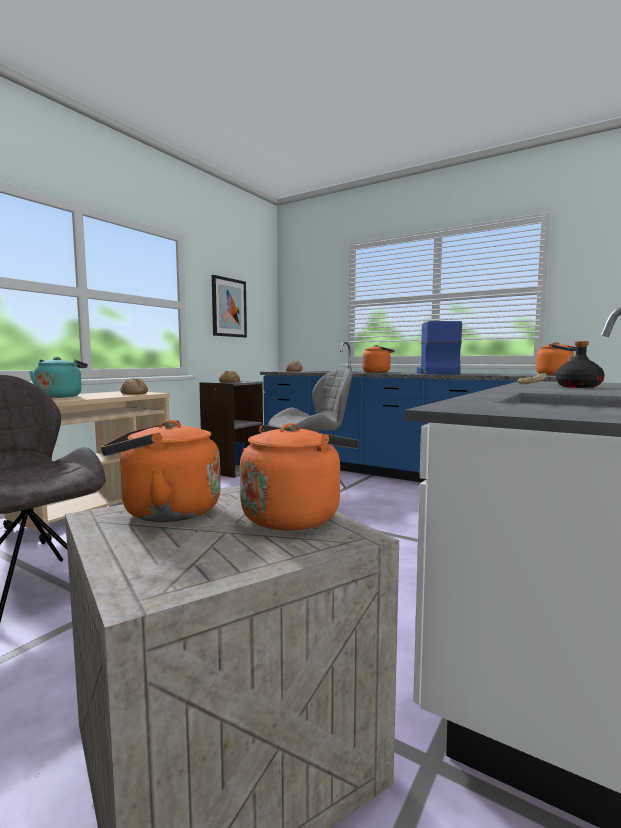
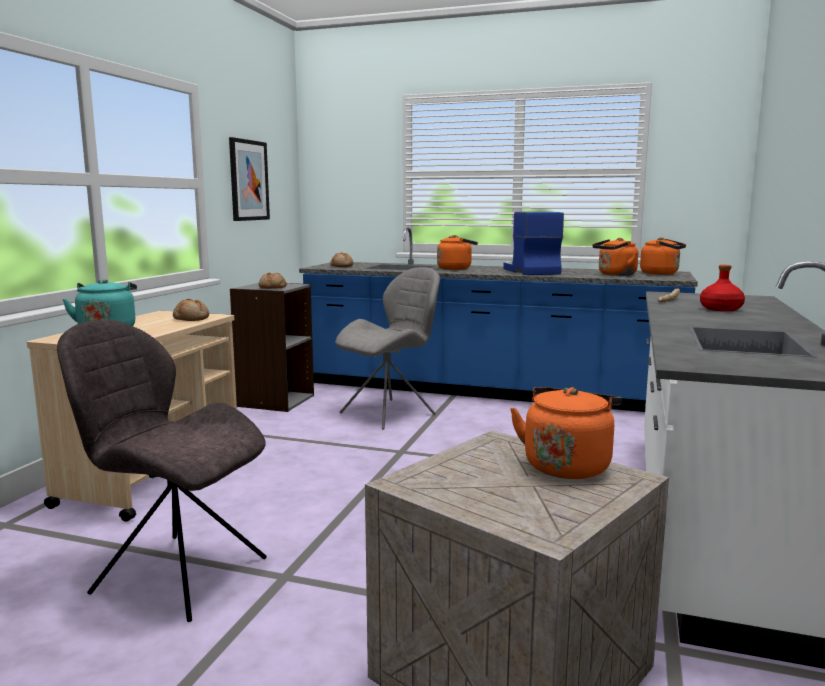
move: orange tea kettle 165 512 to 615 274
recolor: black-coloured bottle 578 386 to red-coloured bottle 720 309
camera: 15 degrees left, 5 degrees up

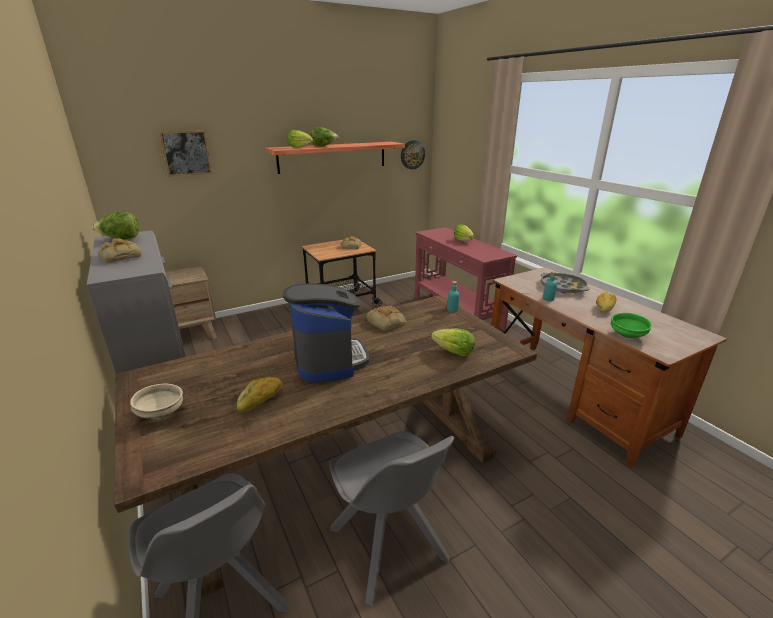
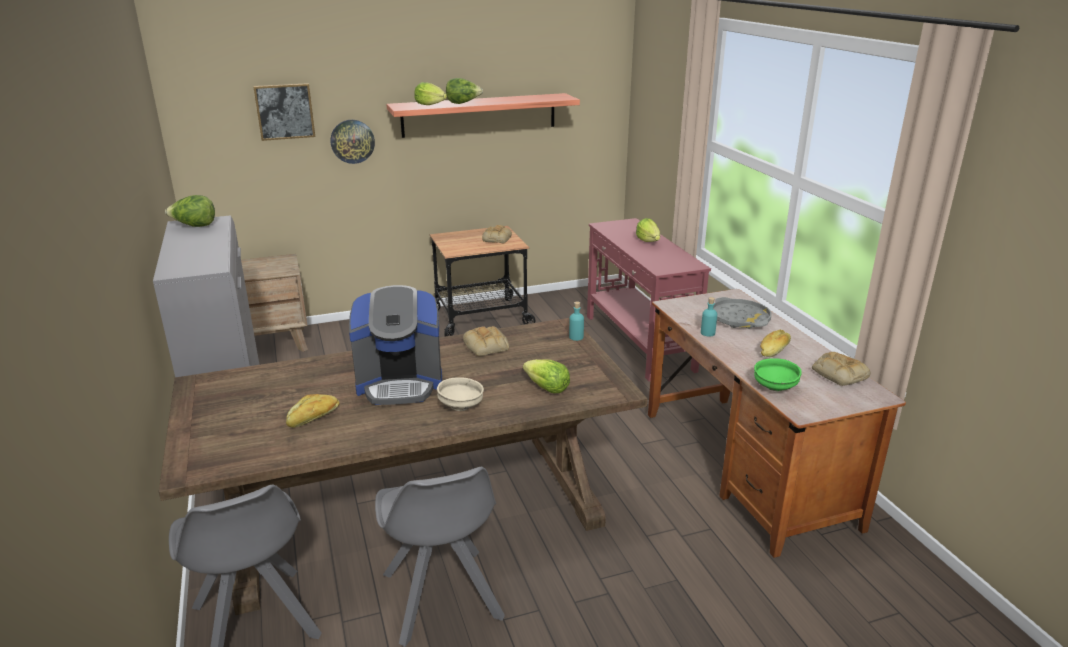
move: bakery bread 120 256 to 838 374; sand-coloured bowl 162 413 to 461 406; hanging clock 412 154 to 352 141
rotate: coffee brewer 329 360 = 400 383 90 degrees clockwise
camera: 10 degrees right, 0 degrees up

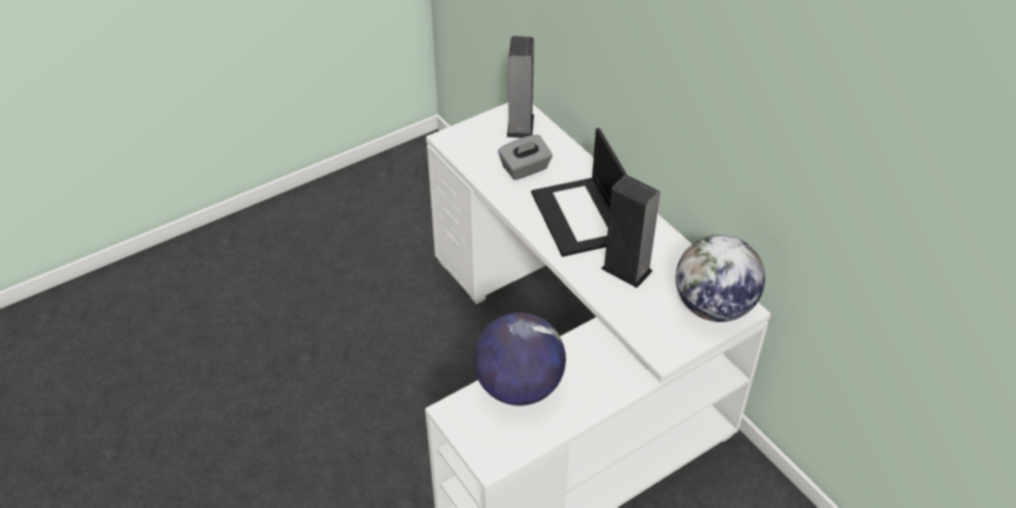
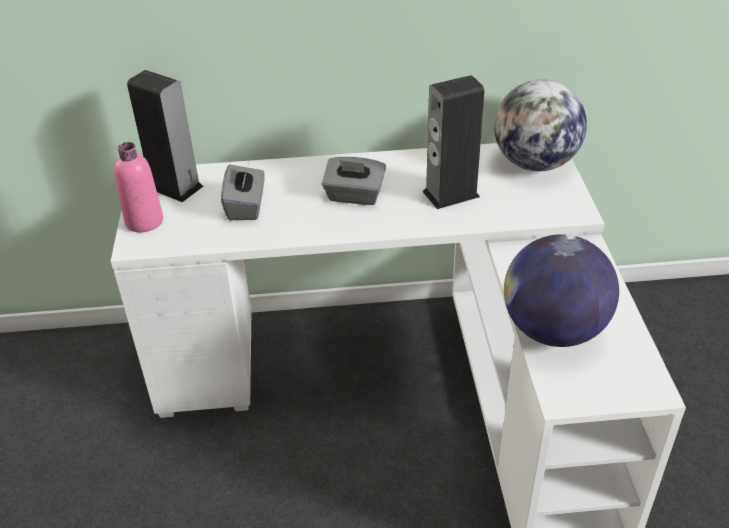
insert: pinkish bottle 144 221
replace: notebook computer 580 217 to gray tissue box 354 196
camera: 60 degrees left, 5 degrees down

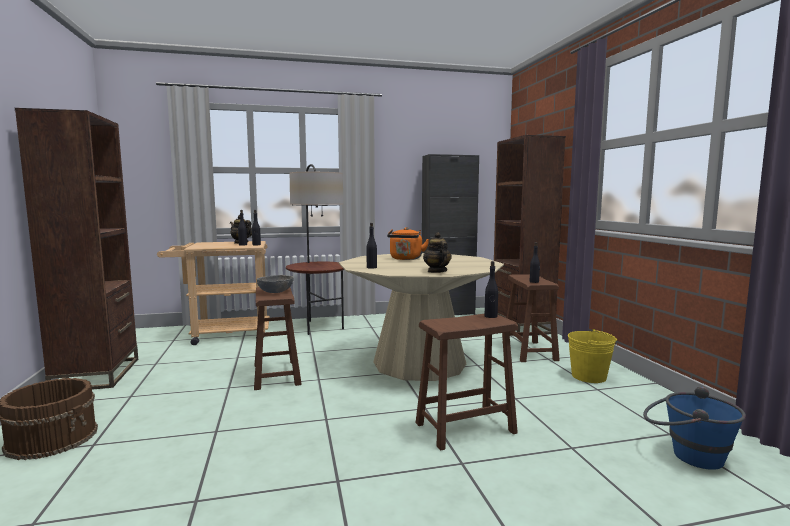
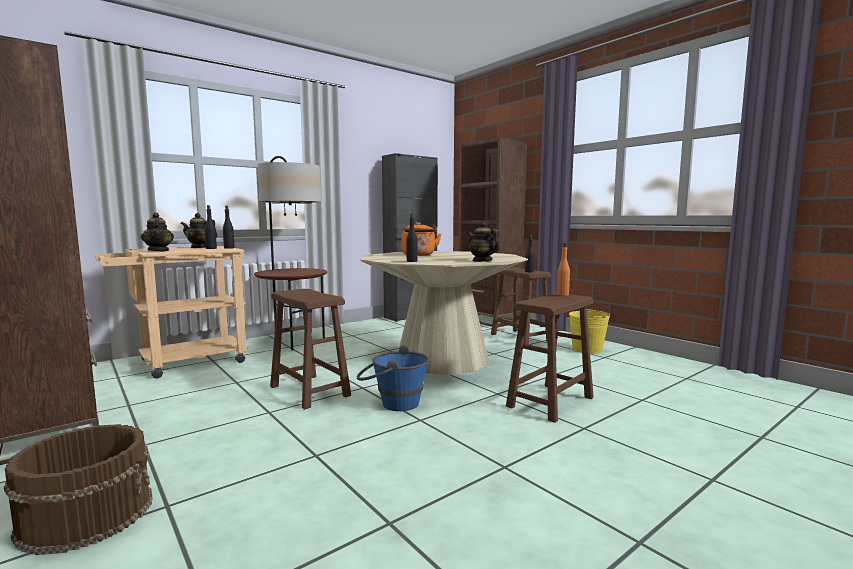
delete: gray bowl 276 292
insert: teapot 159 250
move: blue bucket 686 454 to 392 403
recolor: black-coloured bottle 491 316 to orange bottle 562 294
camera: 25 degrees left, 0 degrees up

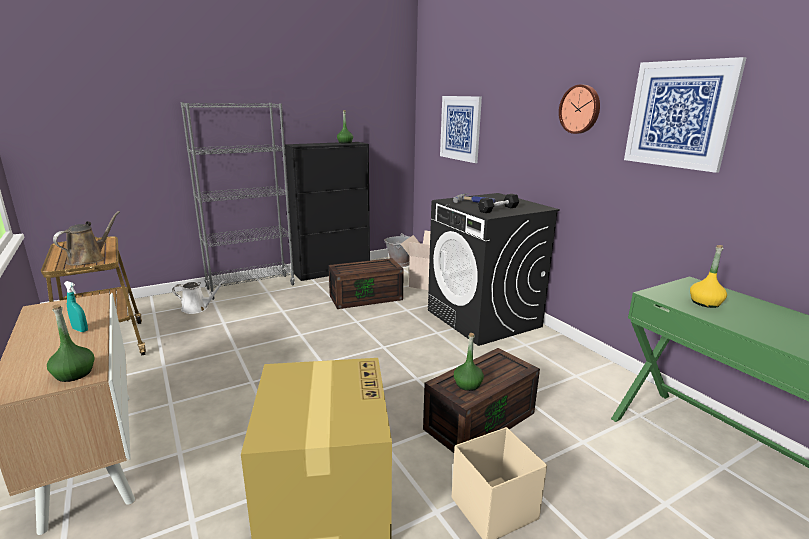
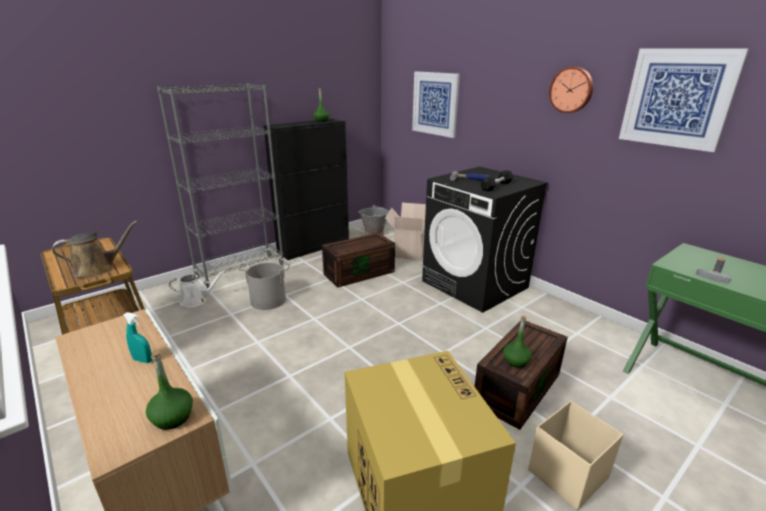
insert: gray bucket 268 301
replace: yellow-coloured bottle 705 303 to hand hammer 715 270
rotate: brown sprinkling can 89 259 = 97 269 45 degrees clockwise
camera: 10 degrees left, 5 degrees up

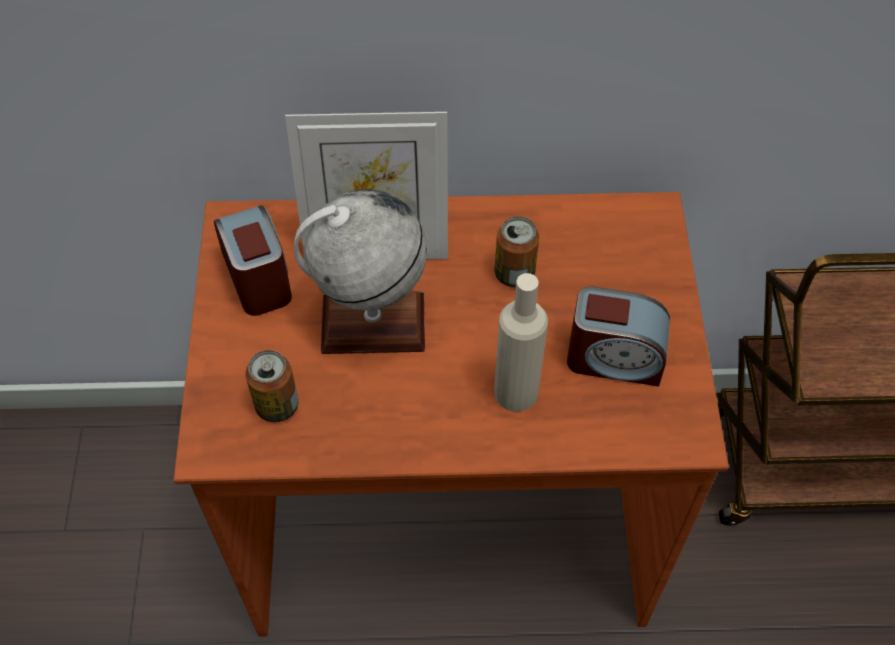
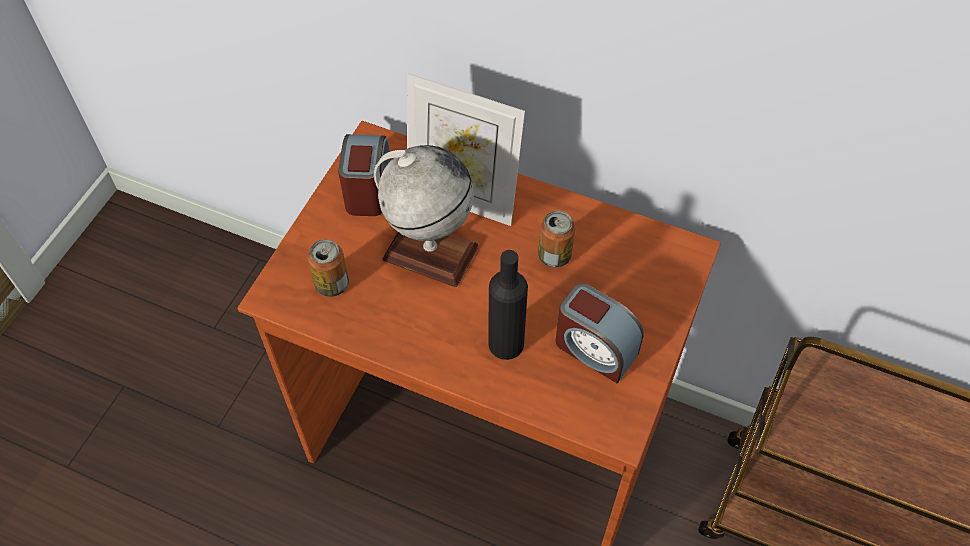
recolor: sand-coloured bottle 516 392 to black-coloured bottle 506 344
camera: 25 degrees right, 0 degrees up

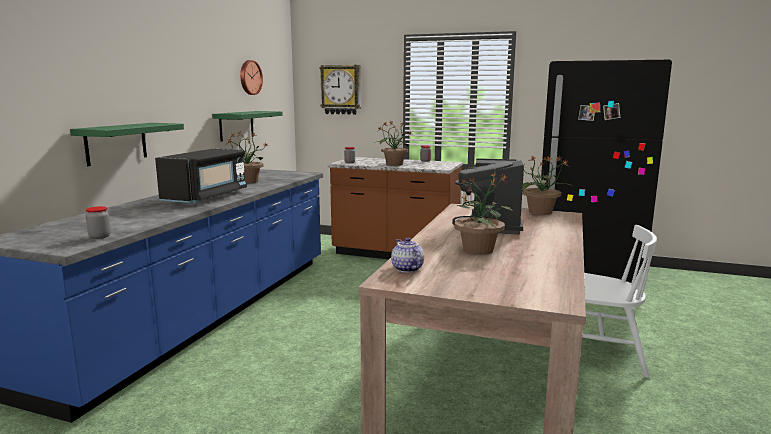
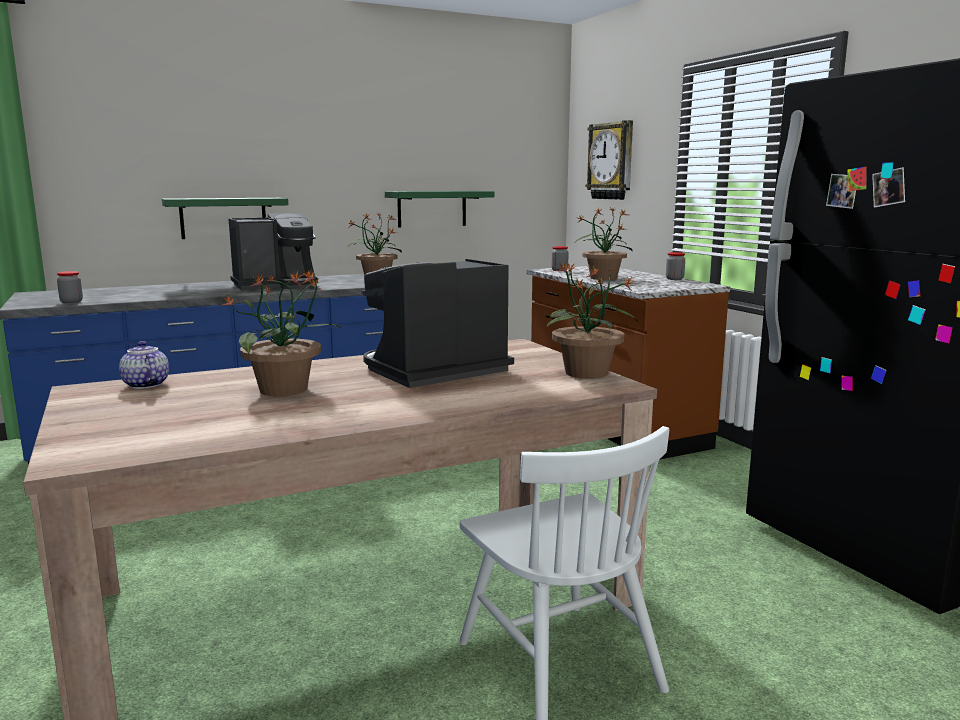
delete: hanging clock 250 77
replace: black-coloured microwave 206 197 to coffee brewer 277 286
rotate: teapot 406 269 = 144 385 60 degrees counterclockwise
camera: 45 degrees right, 0 degrees up

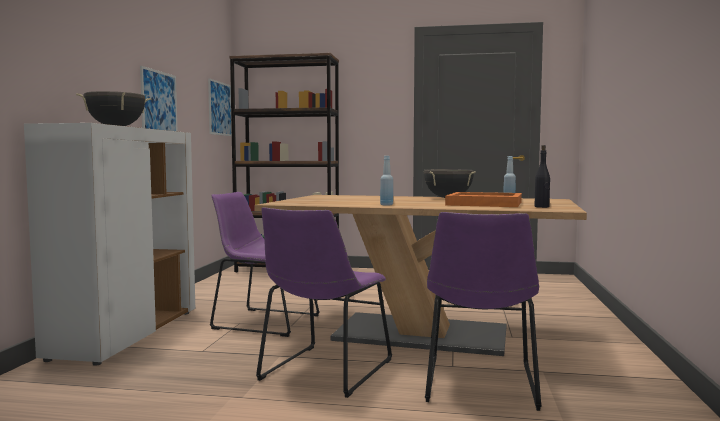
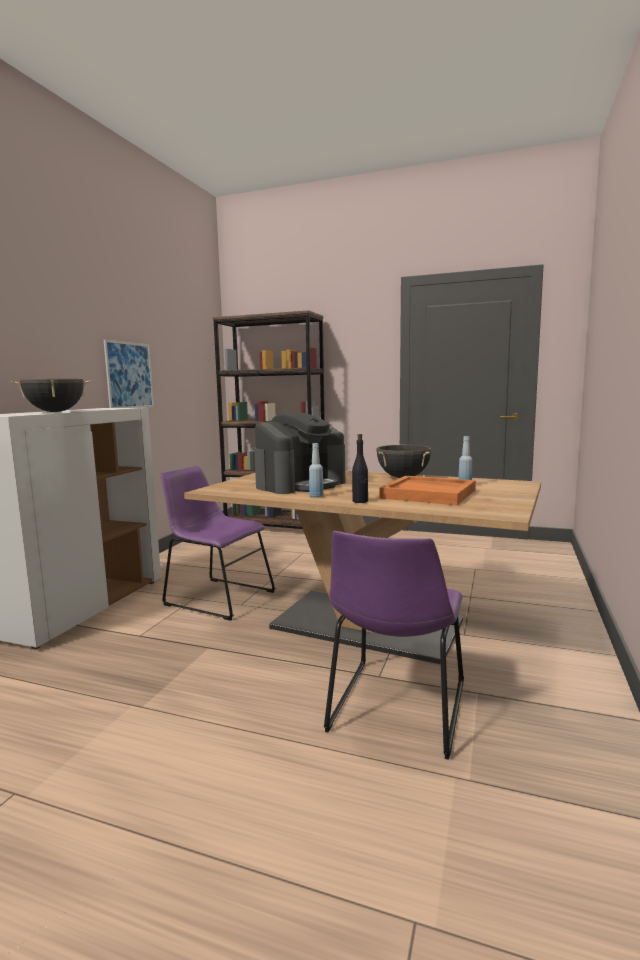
delete: wall art 220 108; purplish plain chair 324 372
insert: coffee brewer 301 485
move: black-coloured bottle 542 207 to 360 501
camera: 10 degrees right, 5 degrees up

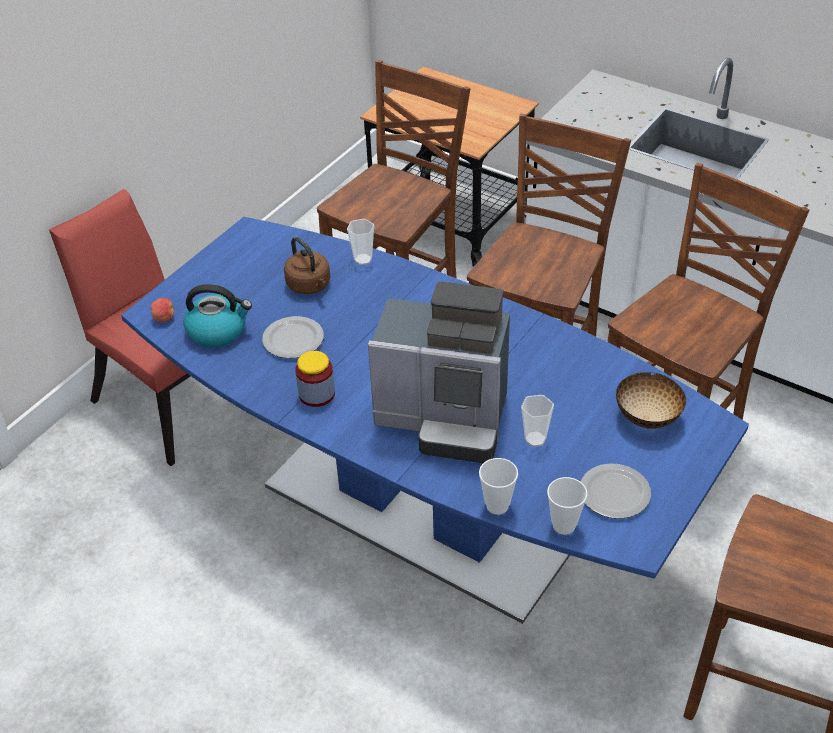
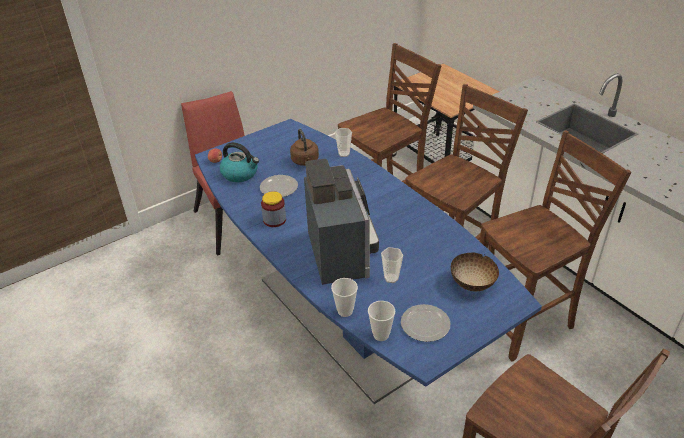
rotate: coffee brewer 446 419 = 342 252 135 degrees counterclockwise
camera: 20 degrees right, 5 degrees down

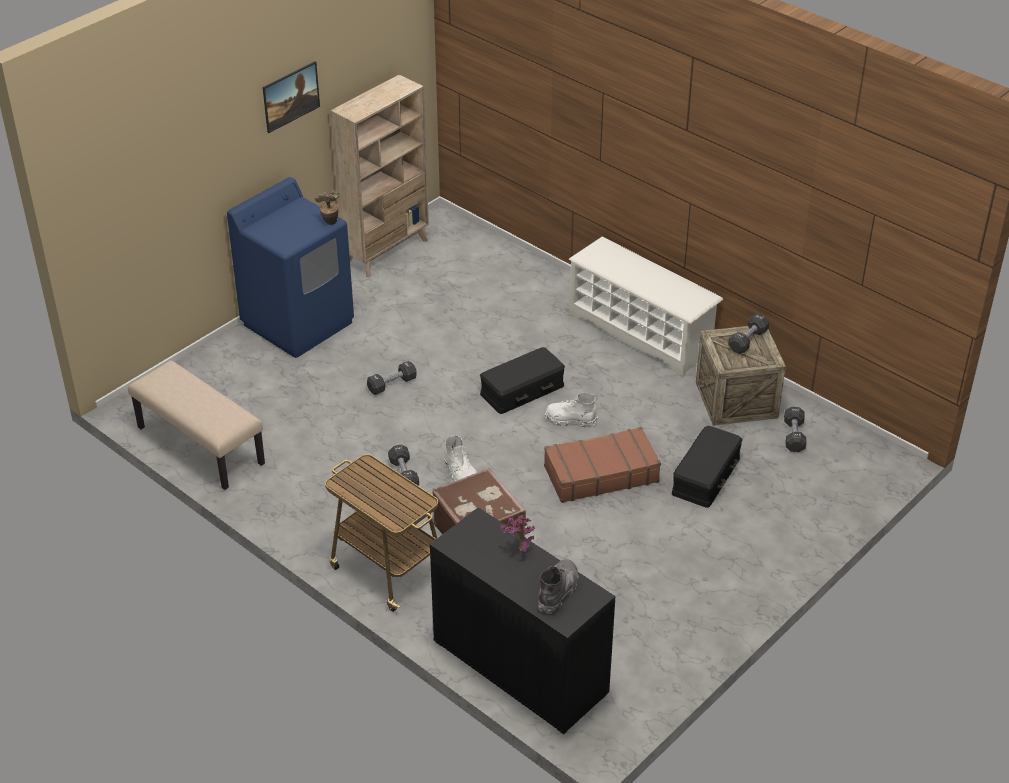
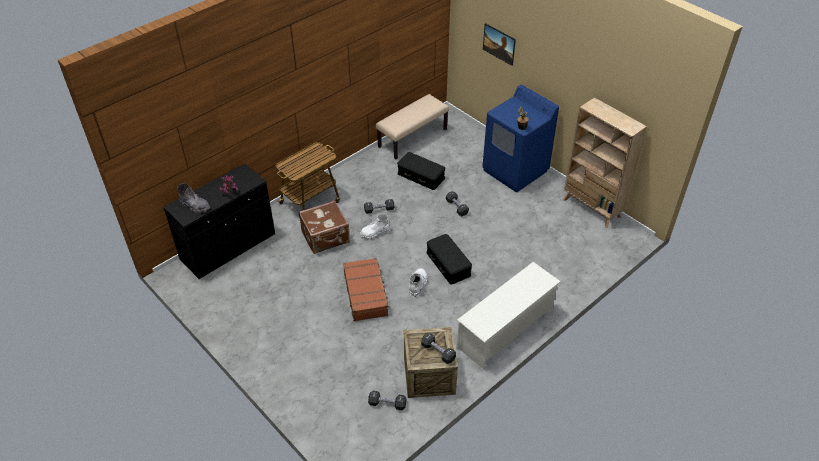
move: wall art 292 108 to 498 50; black-coloured storage container 705 475 to 421 175
camera: 95 degrees right, 5 degrees up

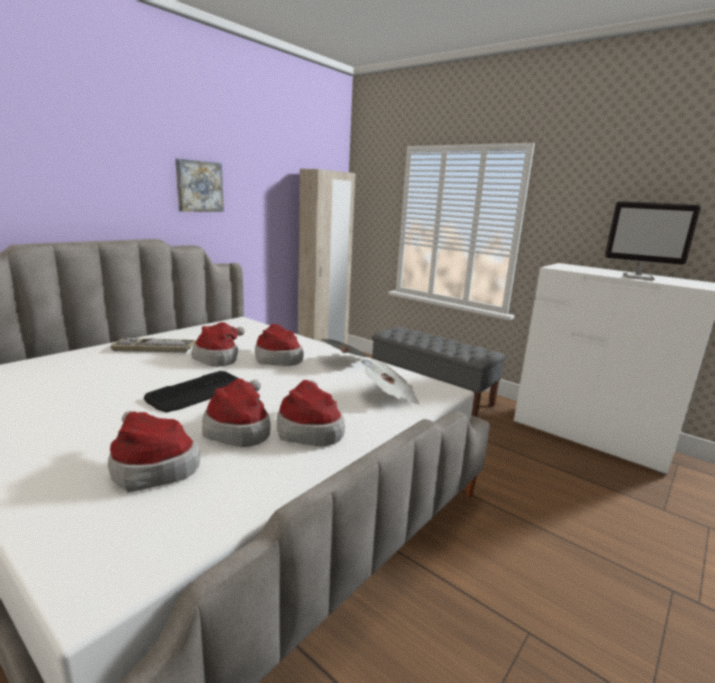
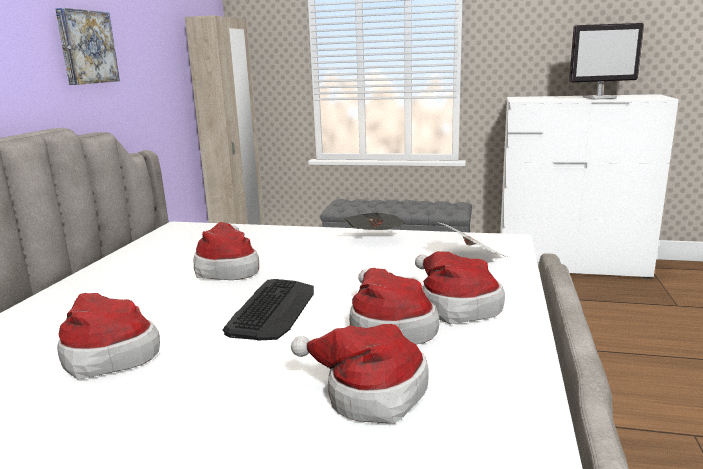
delete: keyboard 154 348
move: wearable hat 278 358 to 108 354
camera: 25 degrees left, 0 degrees up

